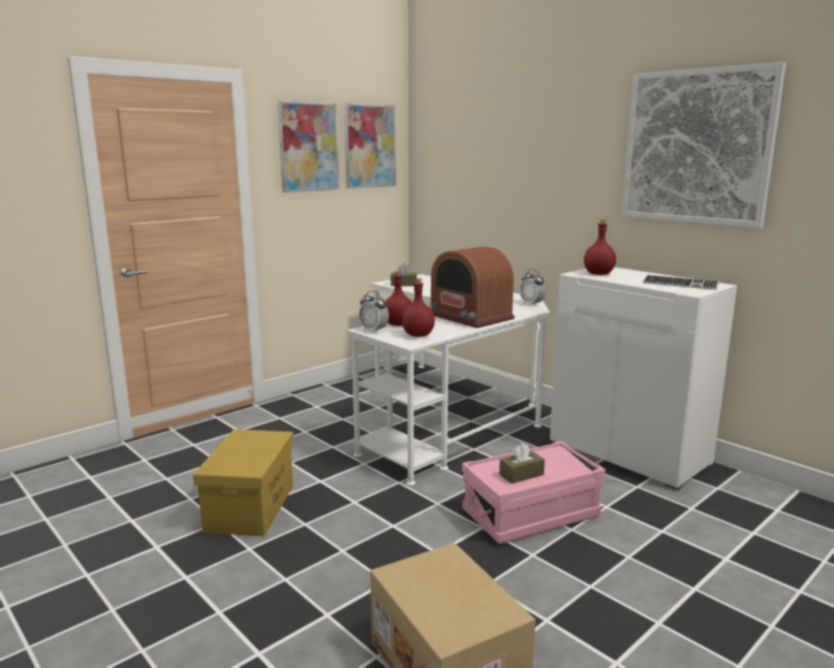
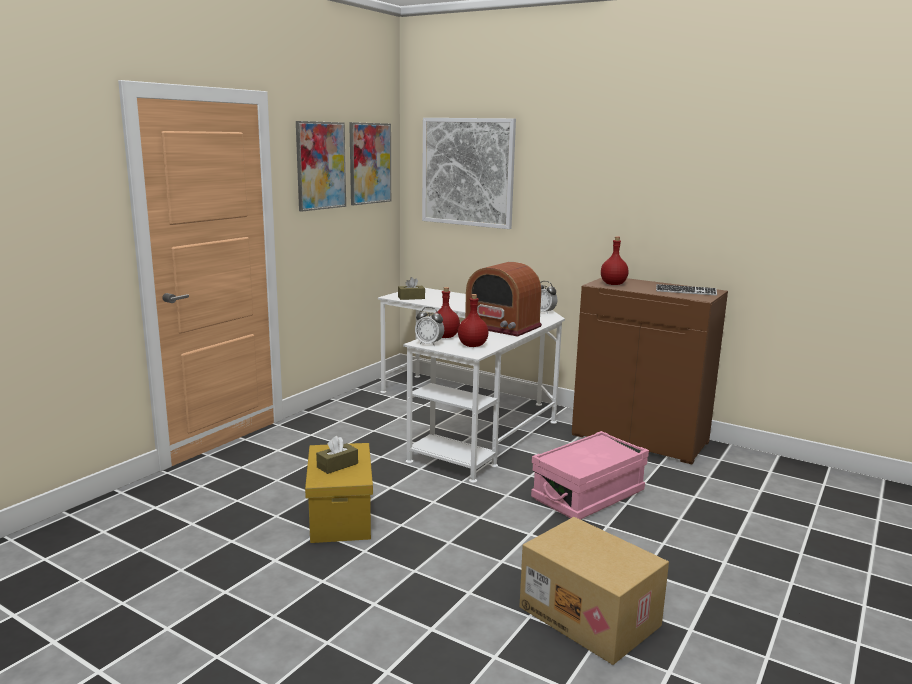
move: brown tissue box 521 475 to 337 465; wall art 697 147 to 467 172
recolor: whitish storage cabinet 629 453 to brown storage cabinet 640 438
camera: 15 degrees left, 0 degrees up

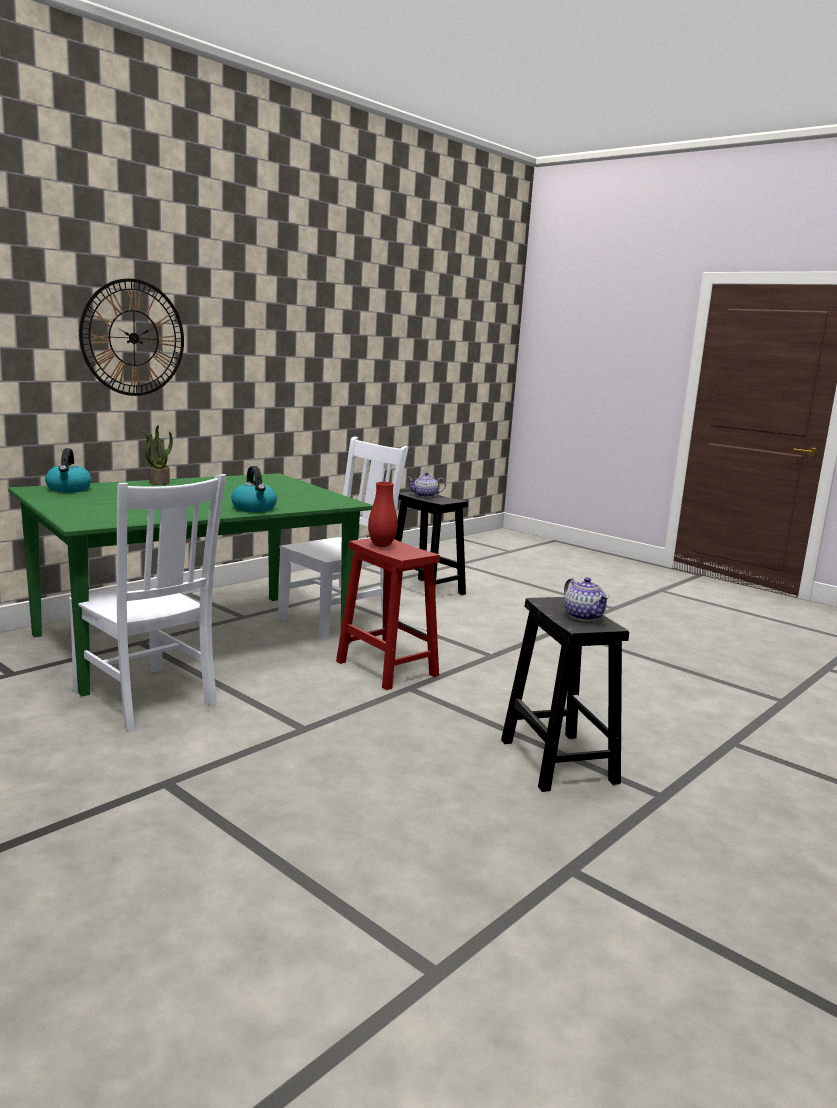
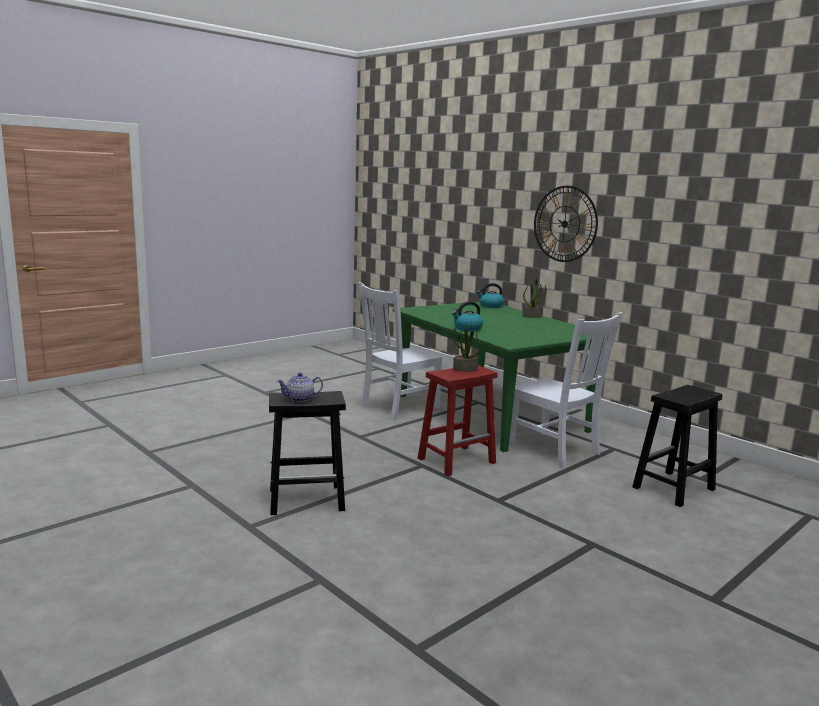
delete: teapot 425 496
replace: red-coloured decorative vase 381 545 to potted plant 465 369
camera: 95 degrees right, 0 degrees up

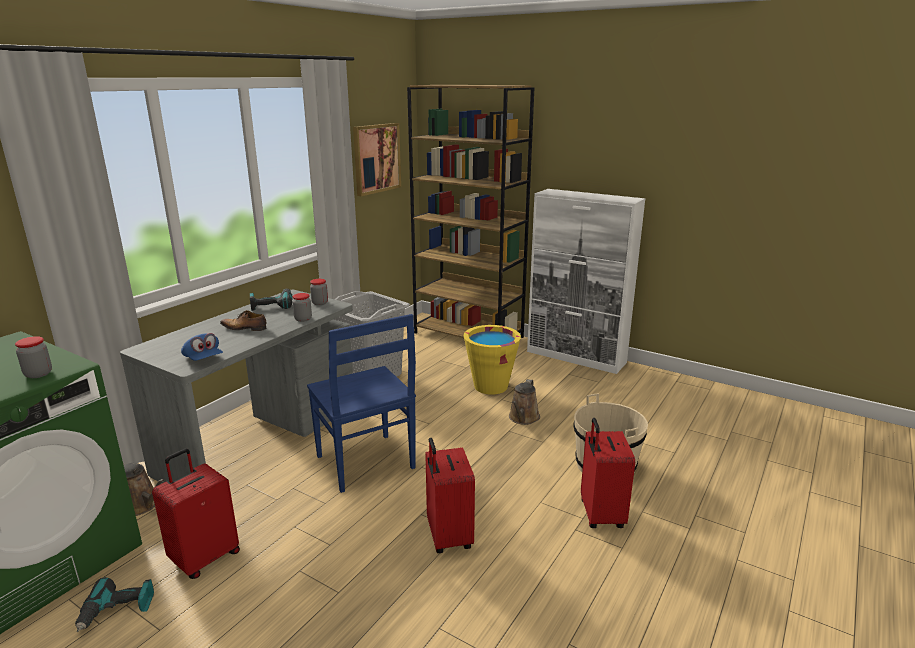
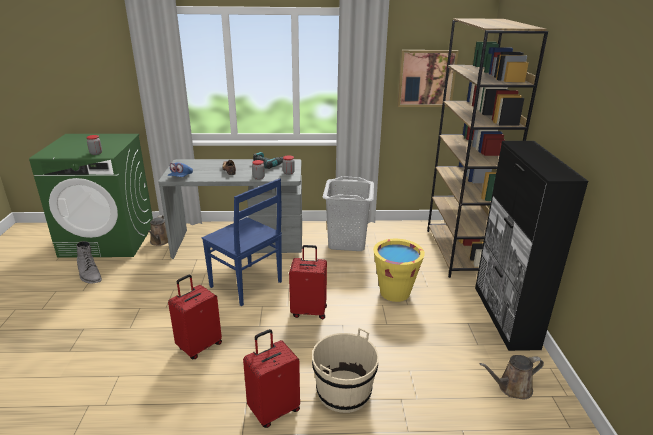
move: red-coloured piece of luggage 205 557 to 309 311; brown sprinkling can 523 418 to 512 388
replace: drill 117 610 to gray tall boot 89 274
recolor: whitish storage cabinet 576 357 to black-coloured storage cabinet 505 316
rotate: blue plain chair 366 464 = 247 285 75 degrees counterclockwise
camera: 55 degrees right, 5 degrees up

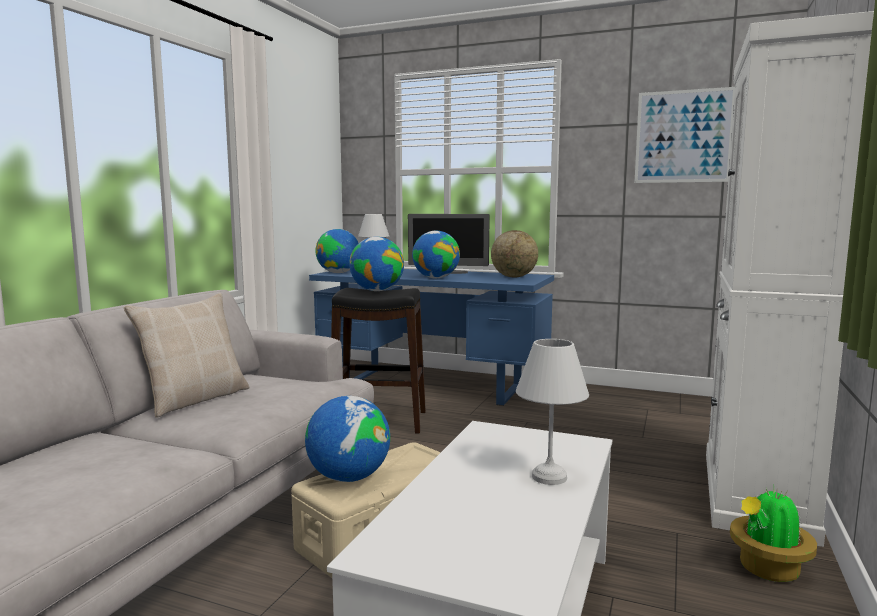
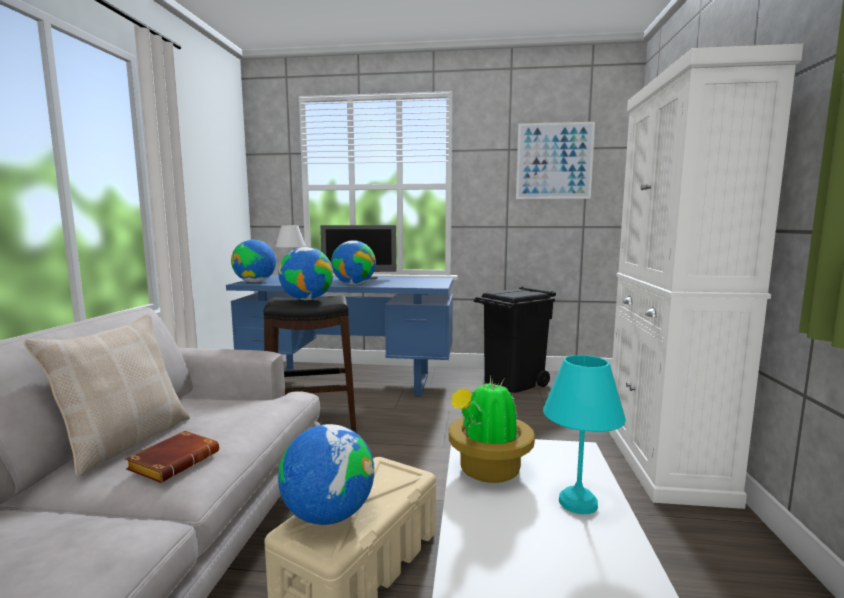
delete: globe 514 277
insert: brown book 175 461; black-coloured rubbish bin 513 382
move: potted plant 767 570 to 488 471
recolor: whitish tabletop lamp 550 476 to turquoise-coloured tabletop lamp 578 501
camera: 15 degrees left, 0 degrees up

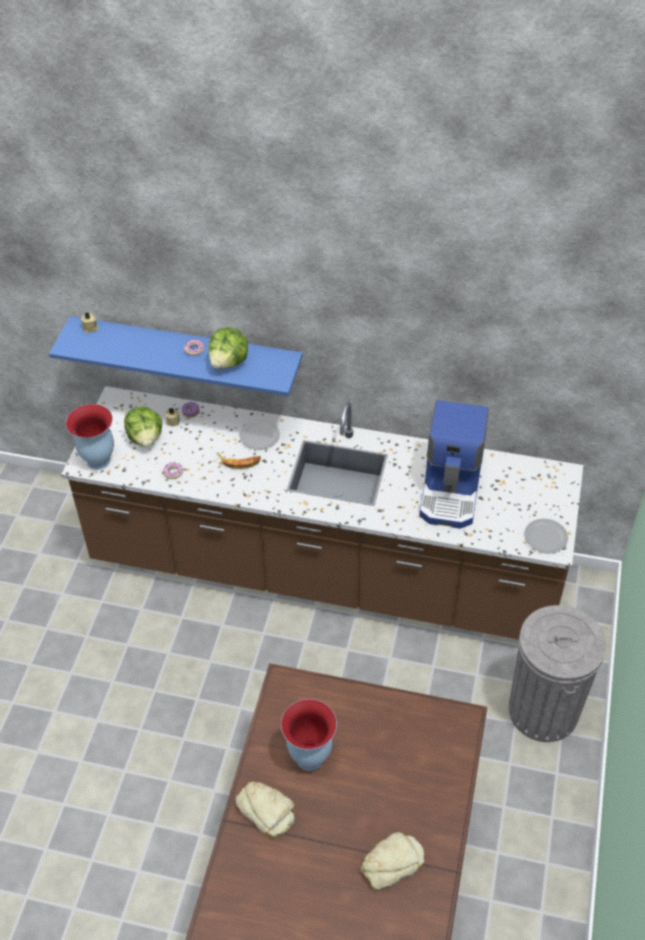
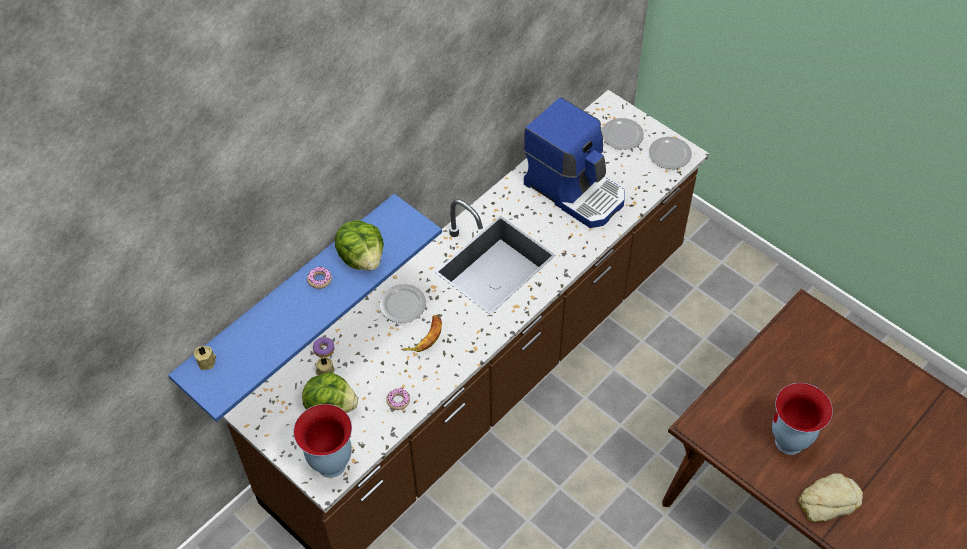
delete: bakery bread 391 863; gray rubbish bin 543 710
insert: flat dish 621 135
camera: 60 degrees left, 5 degrees up

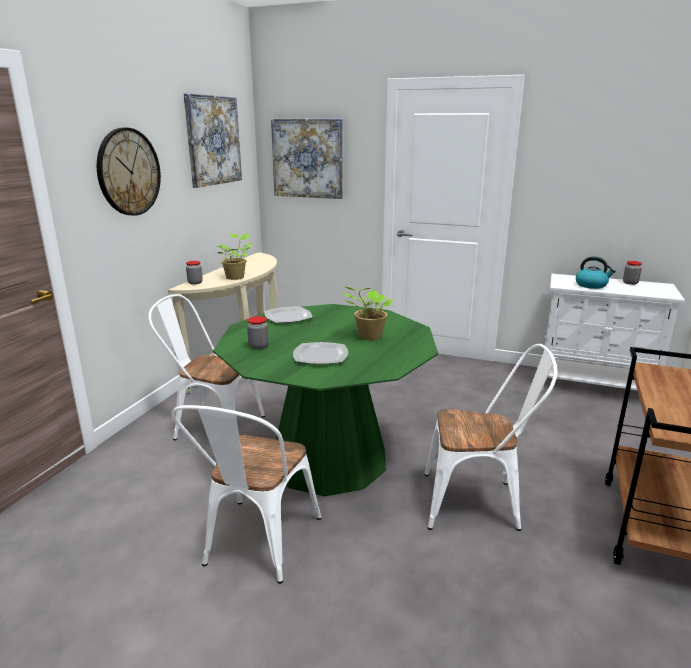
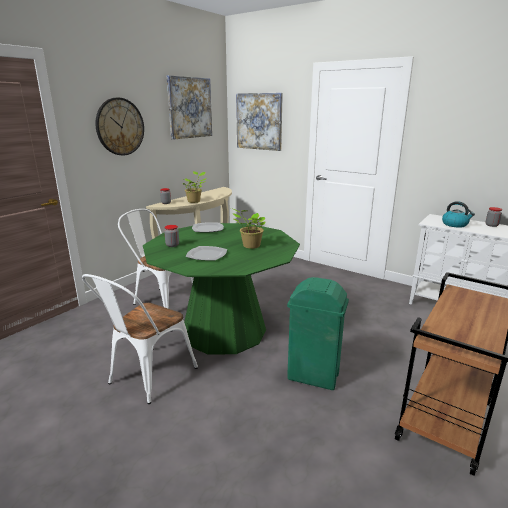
replace: whitish plain chair 479 503 to green rubbish bin 313 377
camera: 15 degrees right, 0 degrees up

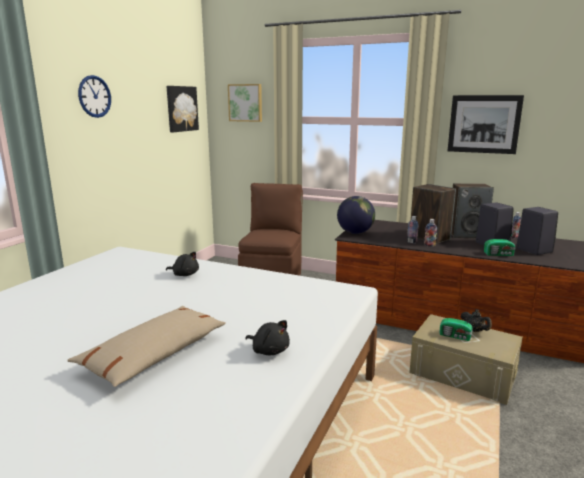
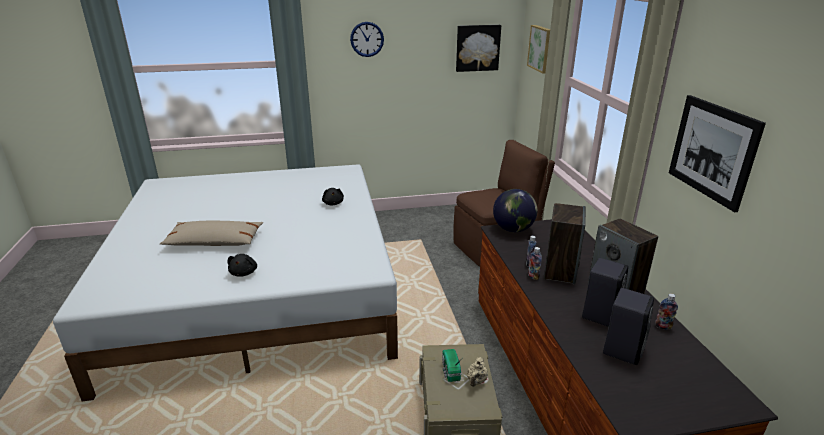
delete: radio 499 254
recolor: black-coloured teapot 474 331 to sand-coloured teapot 476 381
camera: 55 degrees right, 10 degrees up

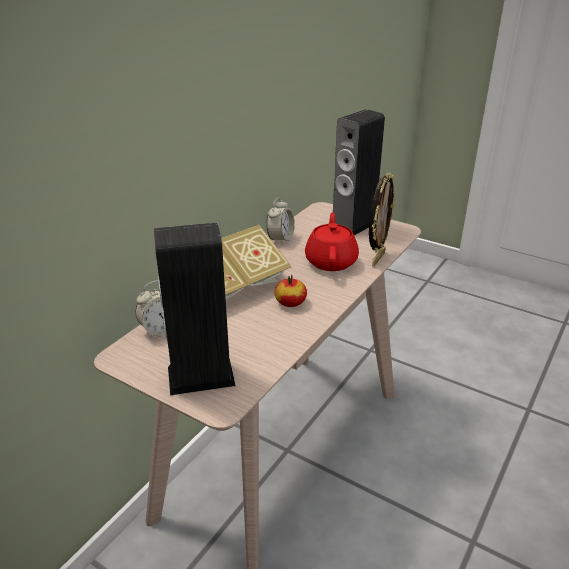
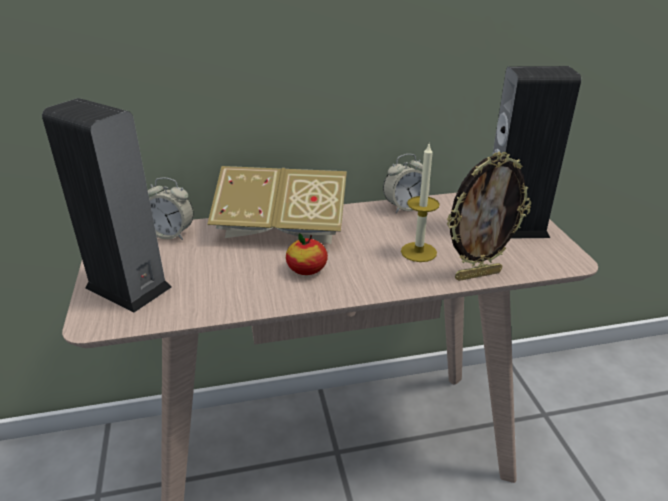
replace: red-coloured teapot 331 261 to candle 418 252
camera: 45 degrees right, 0 degrees up

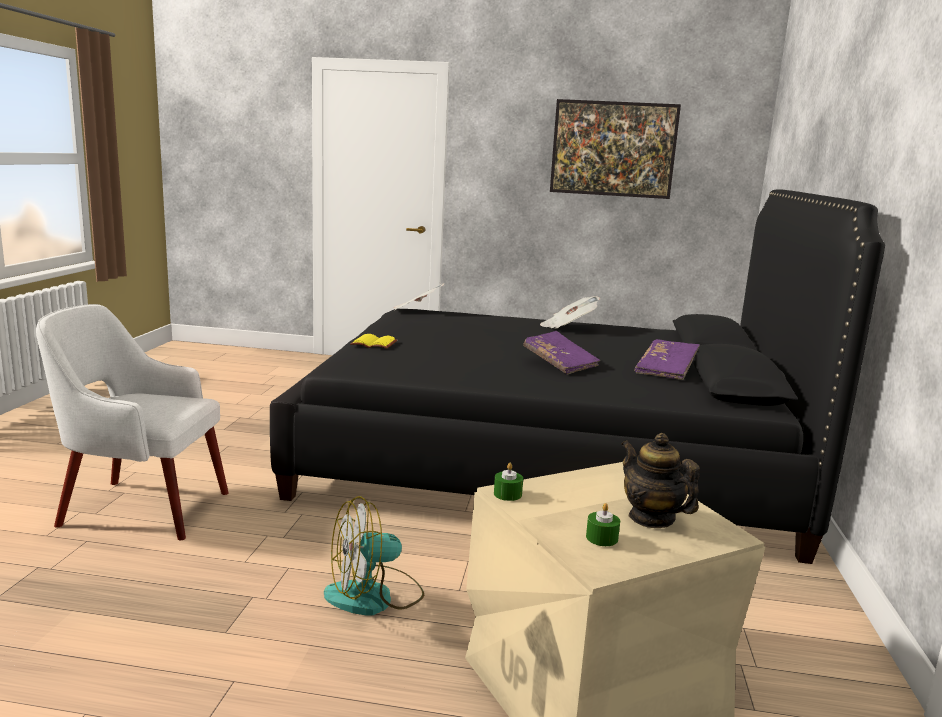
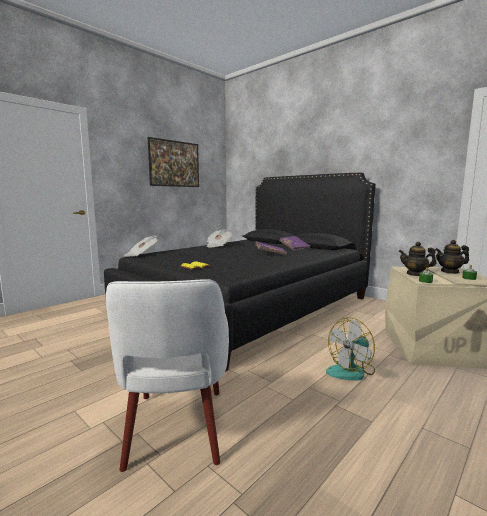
insert: teapot 415 274
rotate: whitish easy chair 140 508 = 176 428 45 degrees counterclockwise; cooling fan 374 596 = 351 371 45 degrees clockwise
camera: 55 degrees left, 5 degrees down

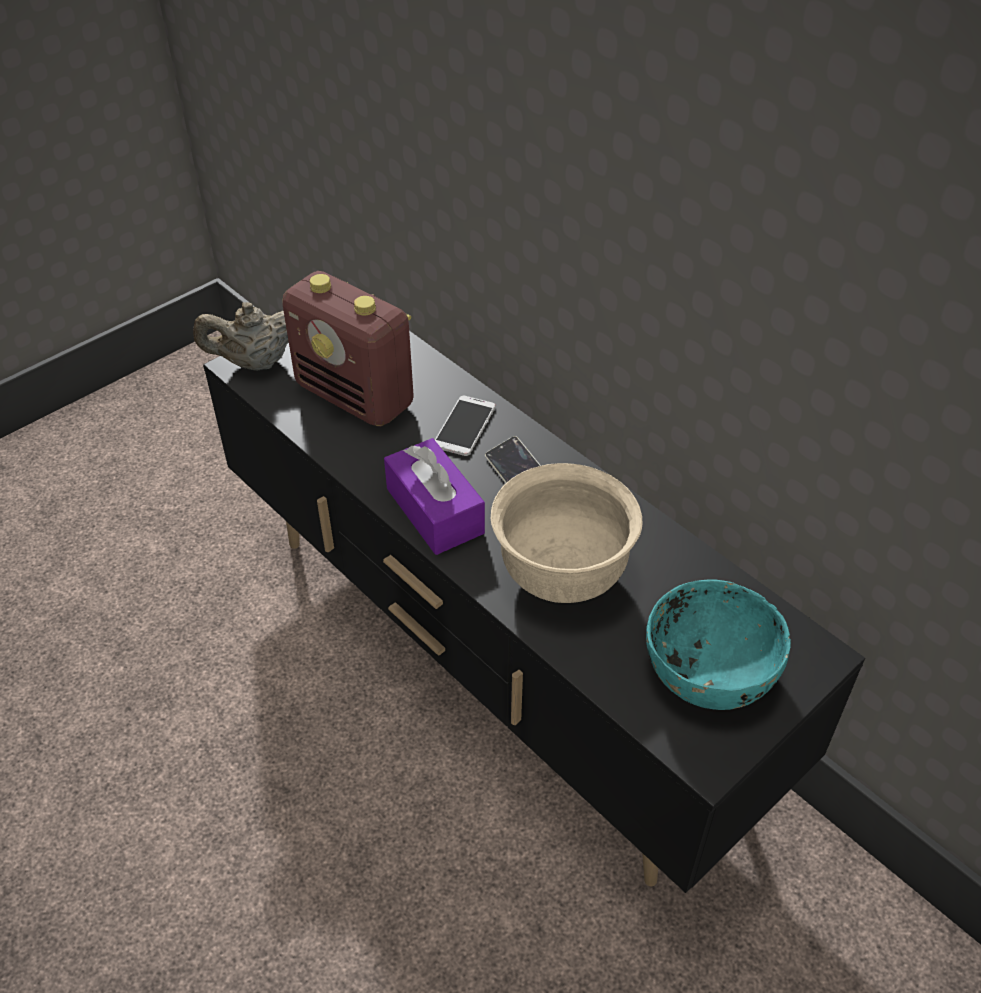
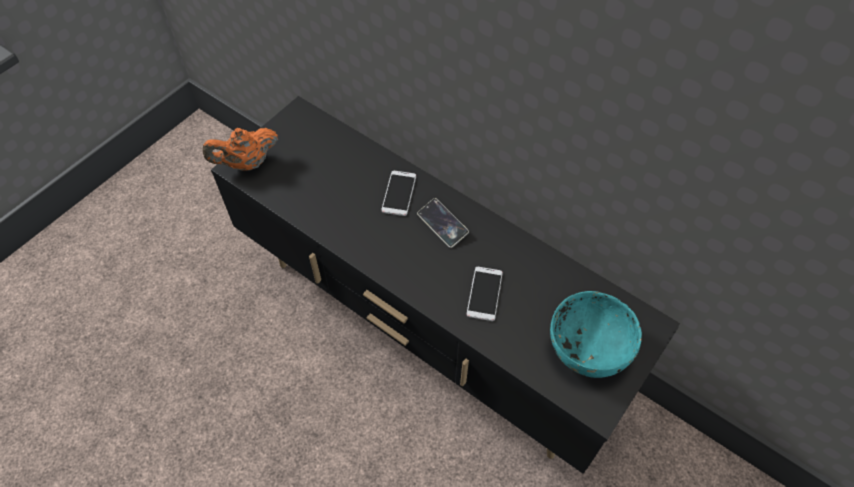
delete: radio 356 396; purplish tissue box 435 511
replace: sand-coloured bowl 562 574 to telephone 484 293
recolor: sand-coloured teapot 255 363 to orange teapot 247 163
camera: 10 degrees left, 10 degrees up

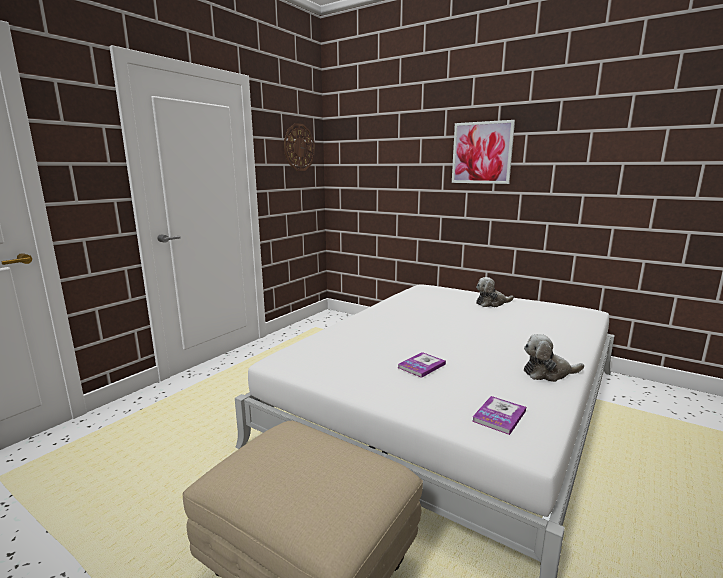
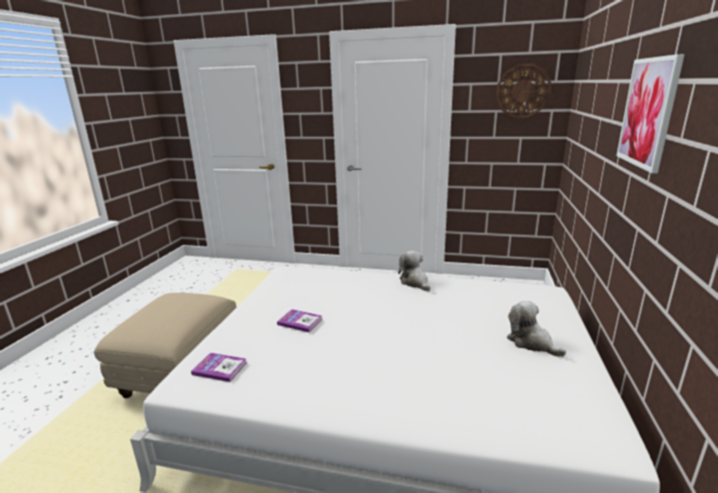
move: plush toy 548 373 to 415 282
camera: 70 degrees right, 5 degrees up

